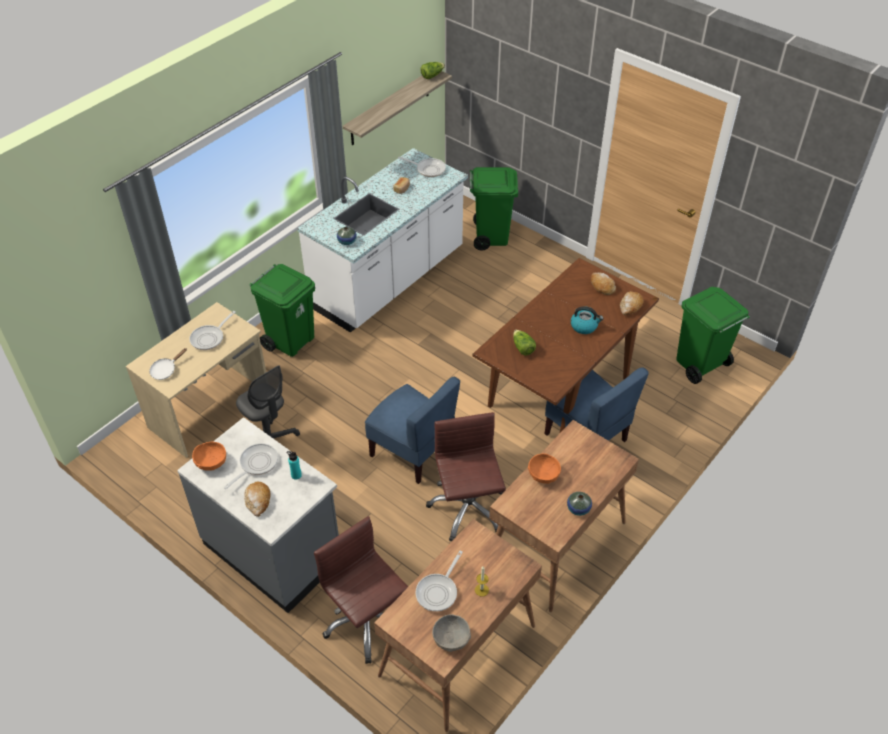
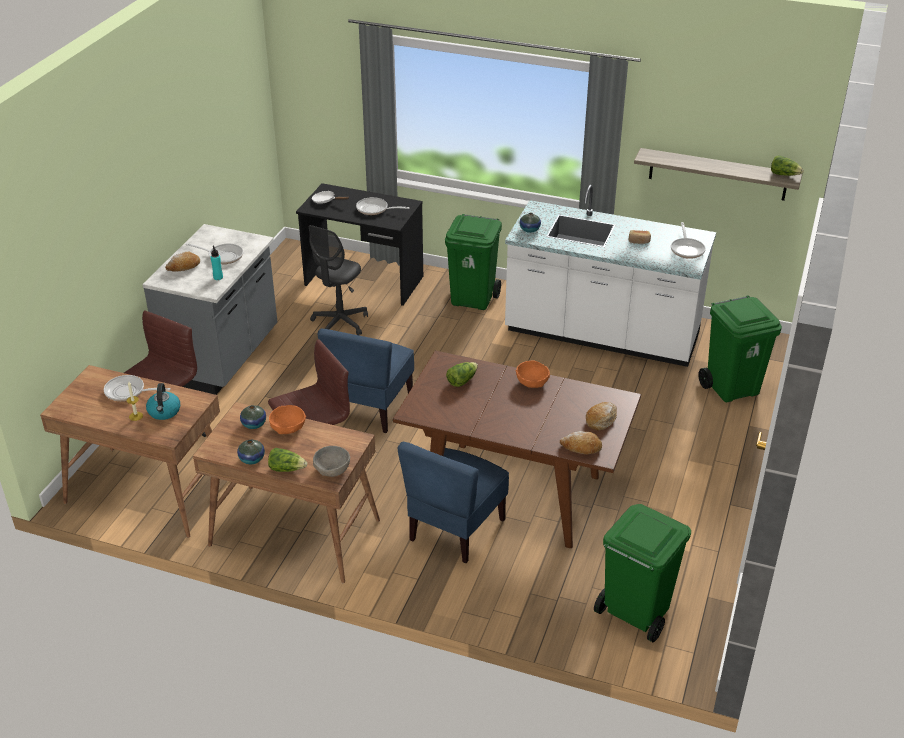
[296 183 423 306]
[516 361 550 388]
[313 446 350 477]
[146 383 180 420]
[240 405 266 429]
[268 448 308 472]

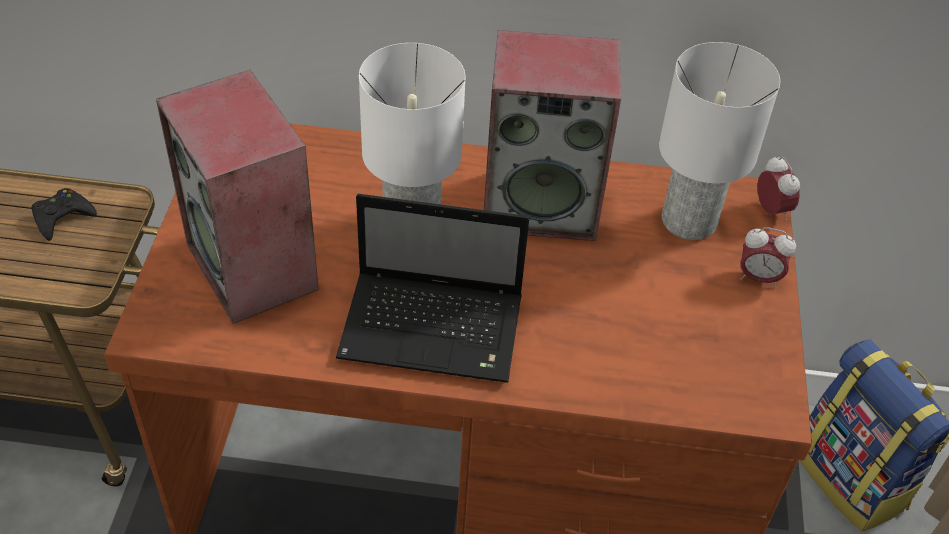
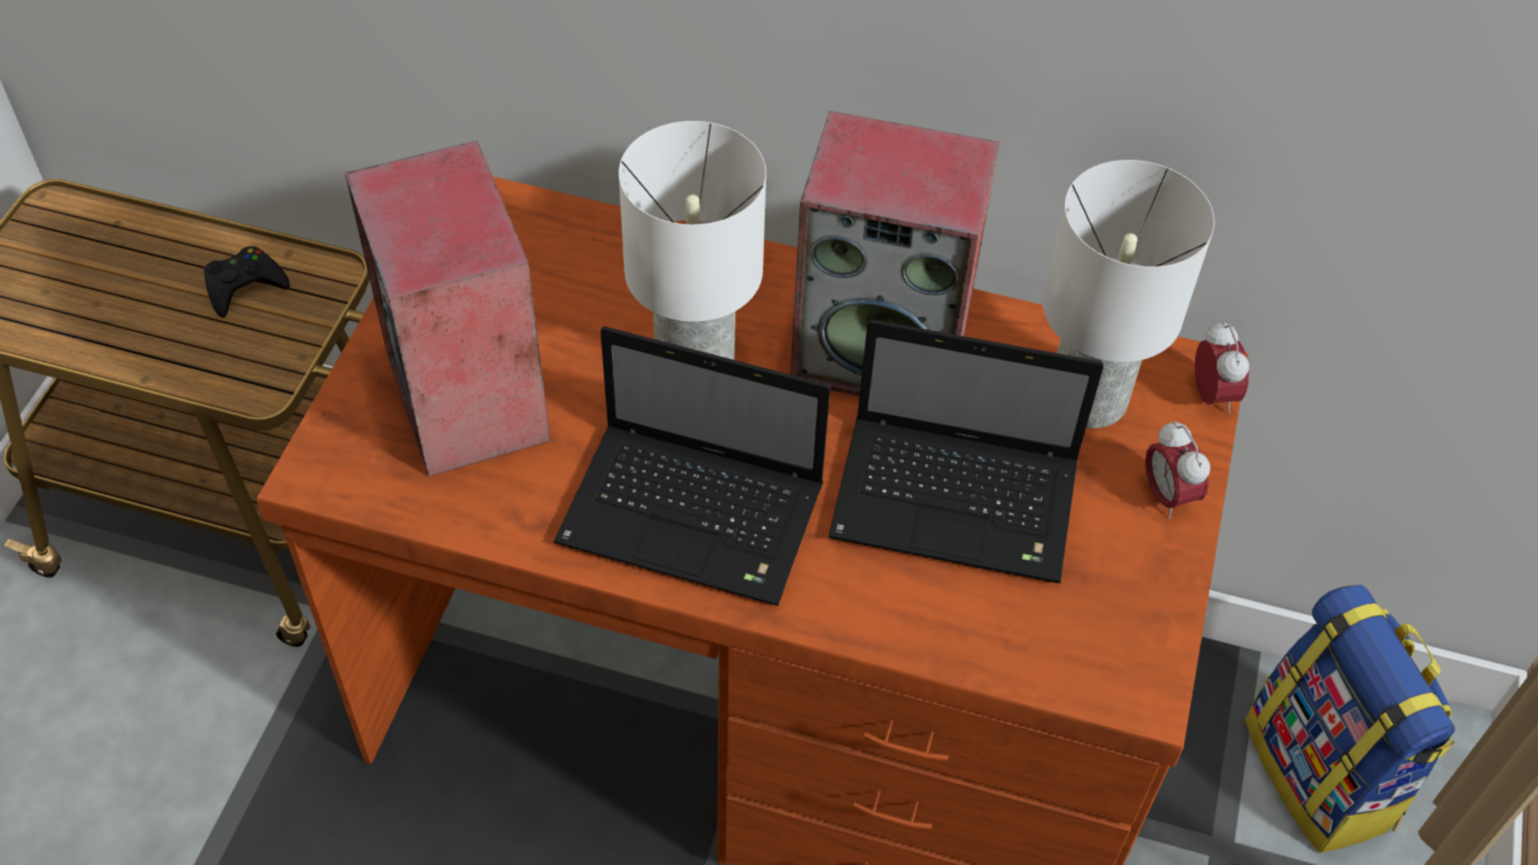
[1145 421 1210 519]
[828 319 1104 583]

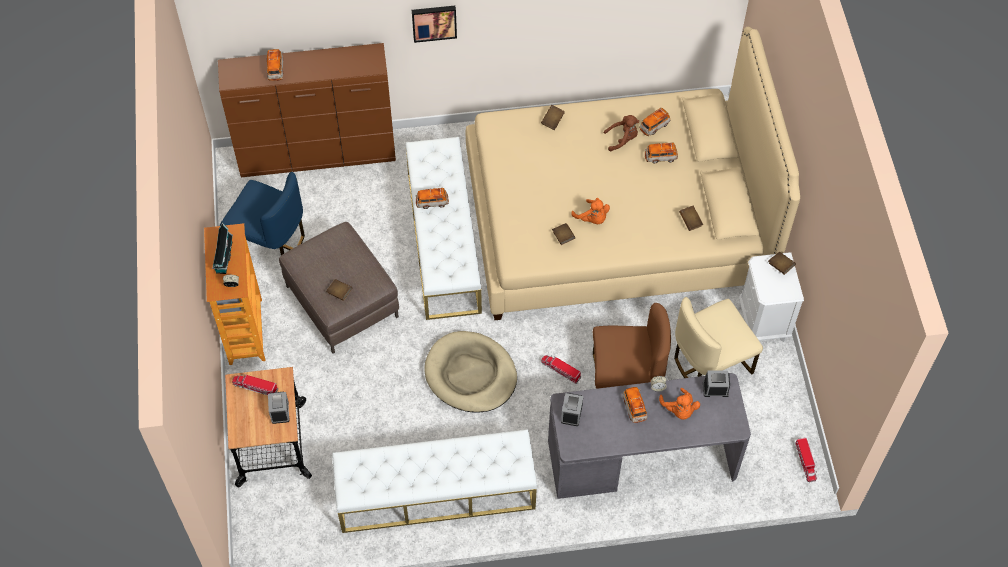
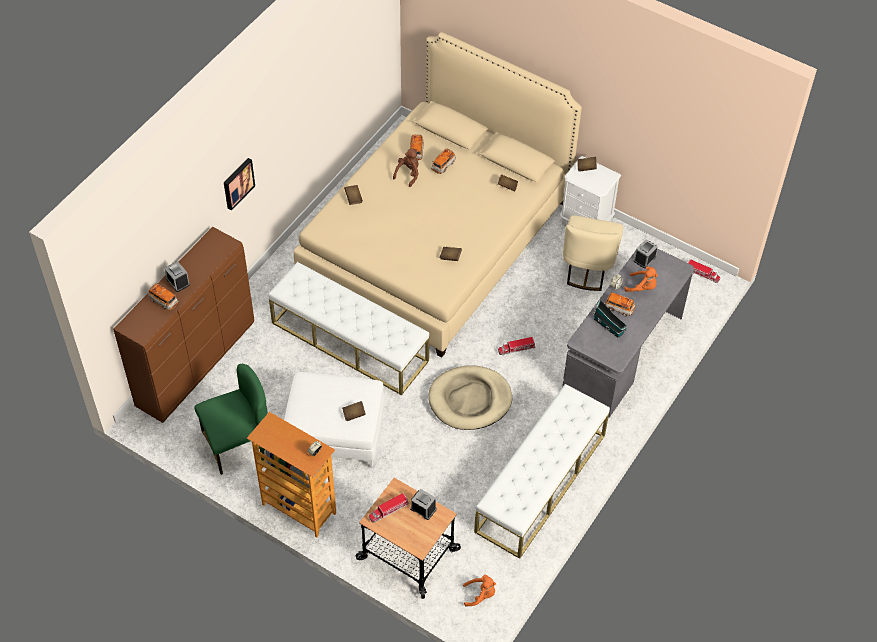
[593 299 627 338]
[194 364 268 475]
[284 372 384 468]
[416 188 449 209] (first image)
[164 261 190 292]
[463 575 496 607]
[593 303 671 389] (first image)

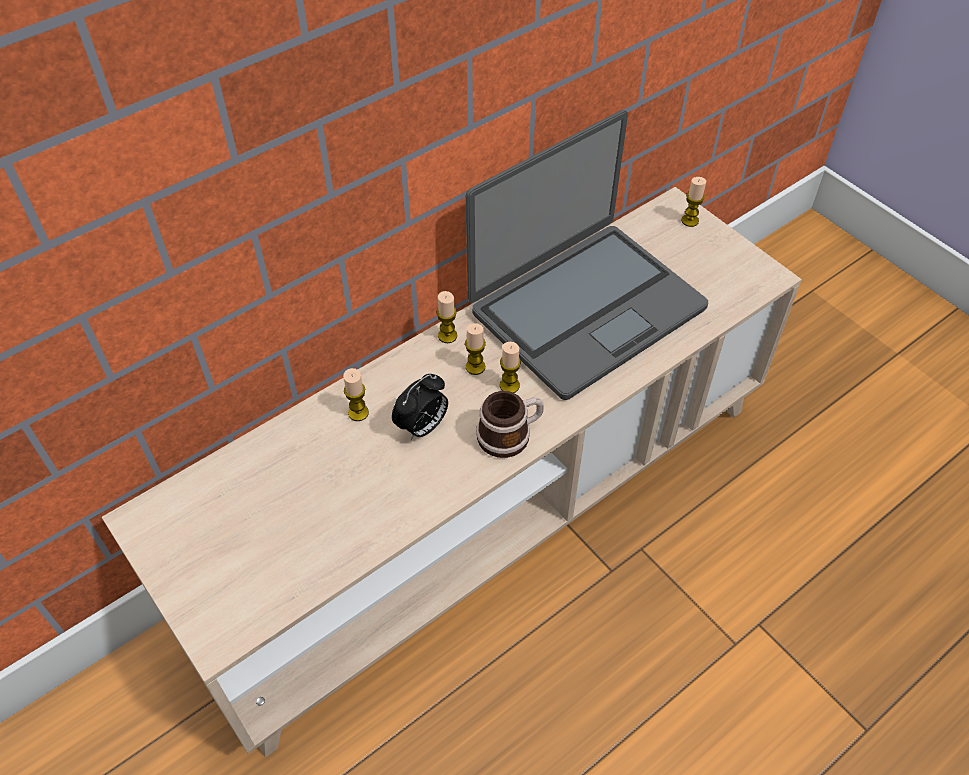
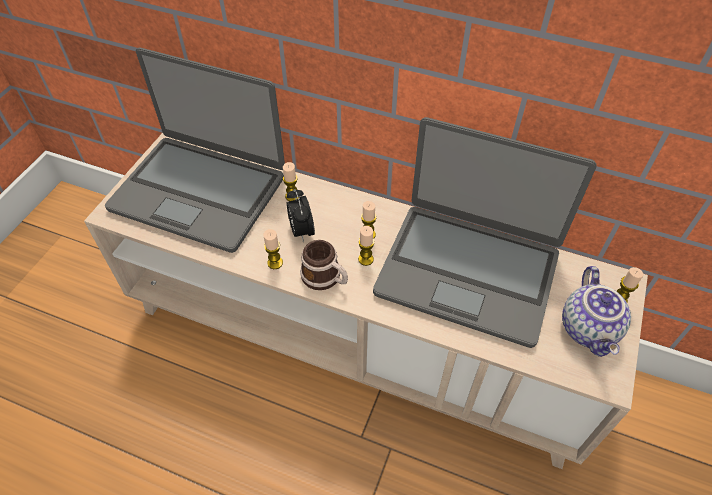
[286 189 315 242]
[264 229 283 269]
[105 48 285 253]
[562 266 631 357]

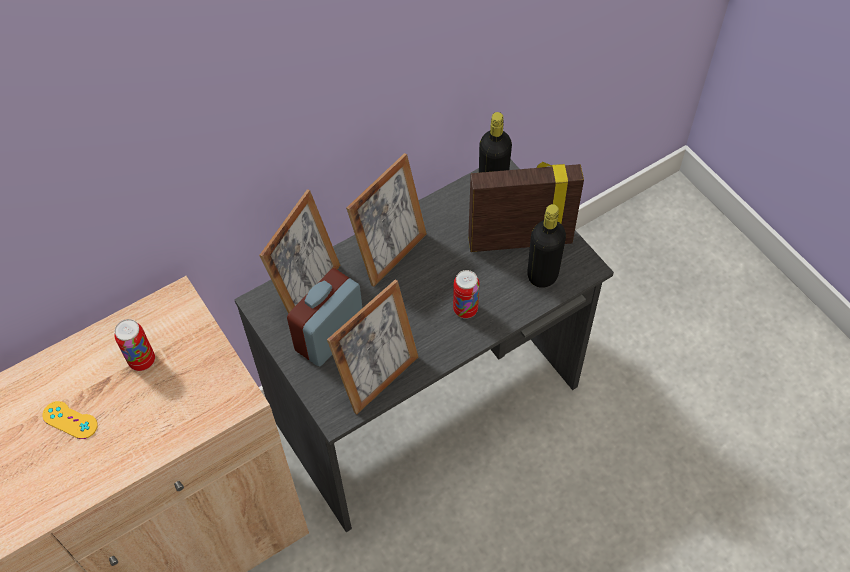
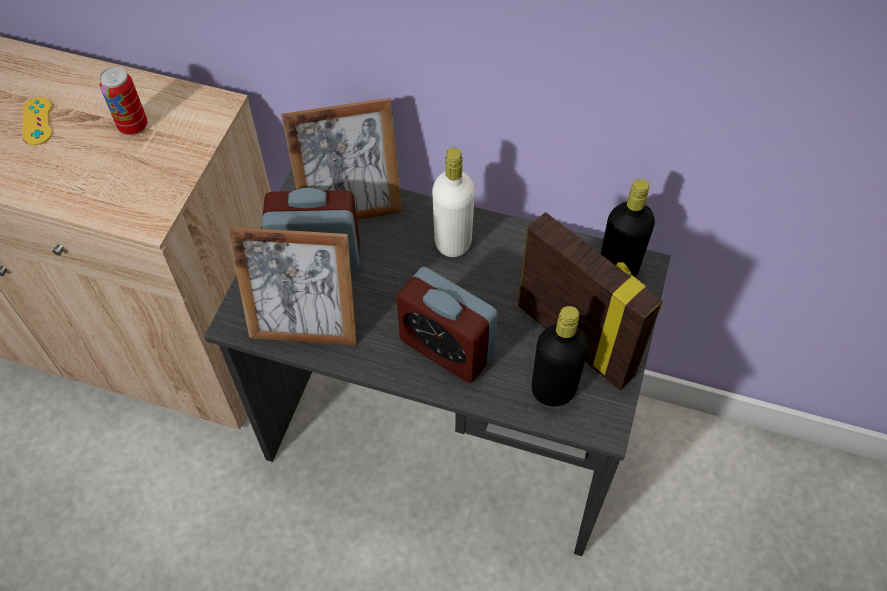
[432 148 475 257]
[396 266 498 383]

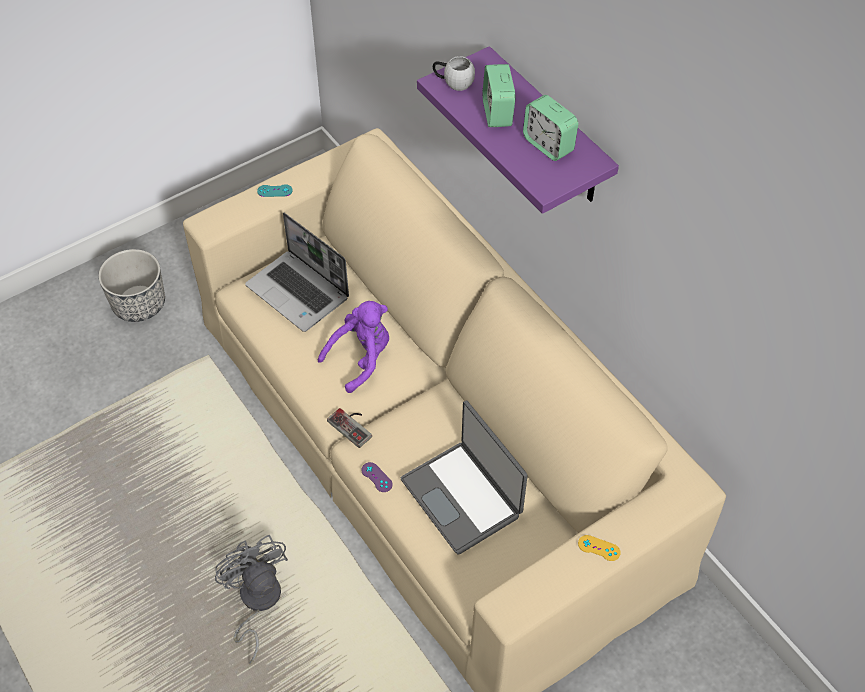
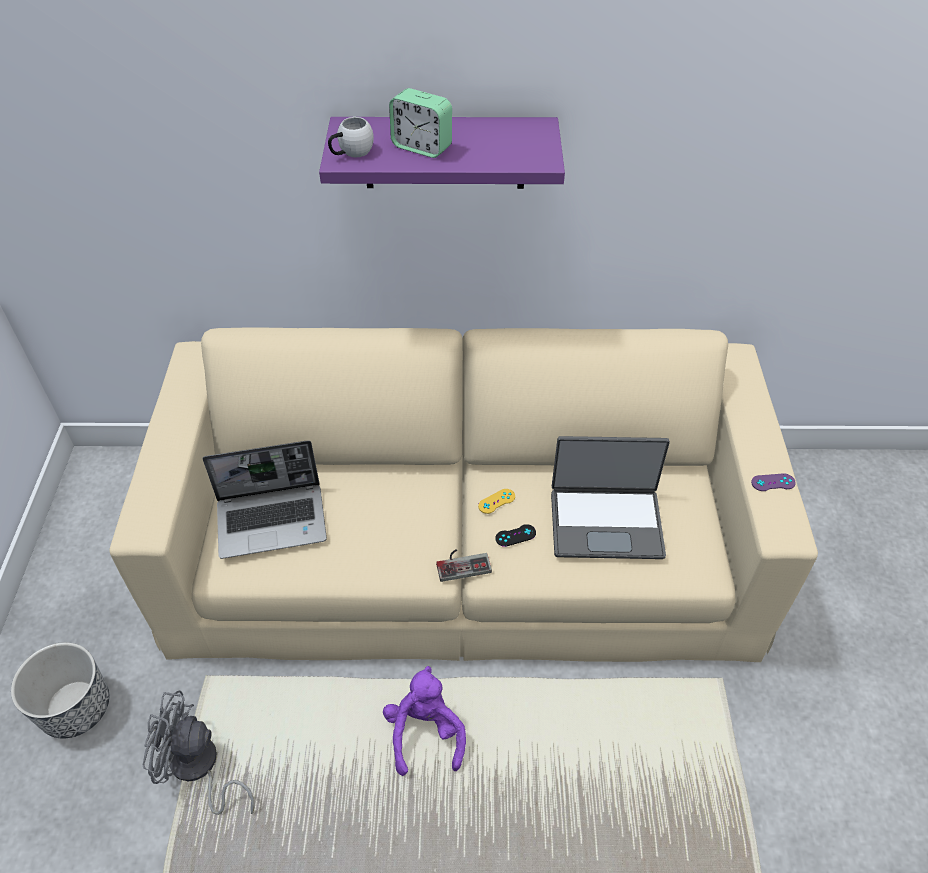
[143 690 255 815]
[257 184 293 197] (first image)
[383 666 466 776]
[751 473 796 491]
[523 95 578 161] (first image)
[478 489 515 514]
[495 524 536 547]

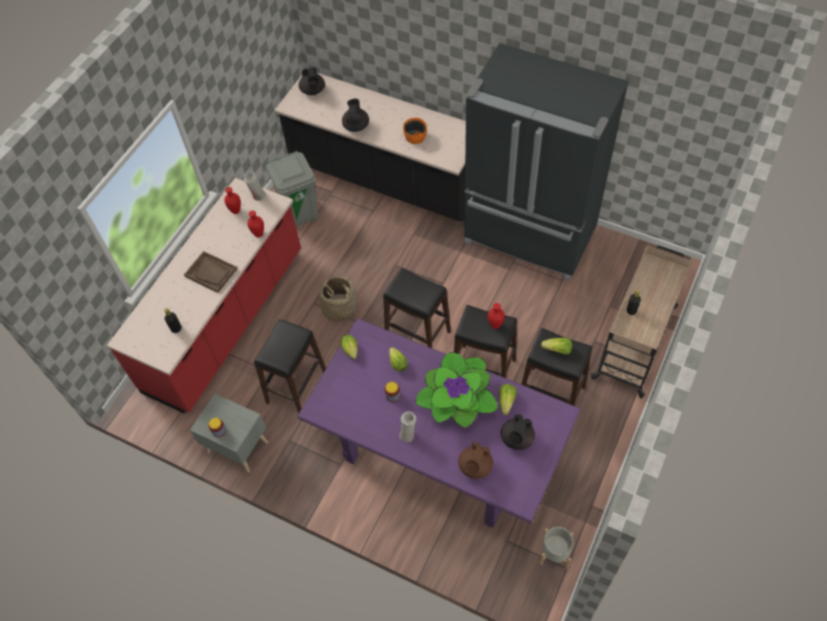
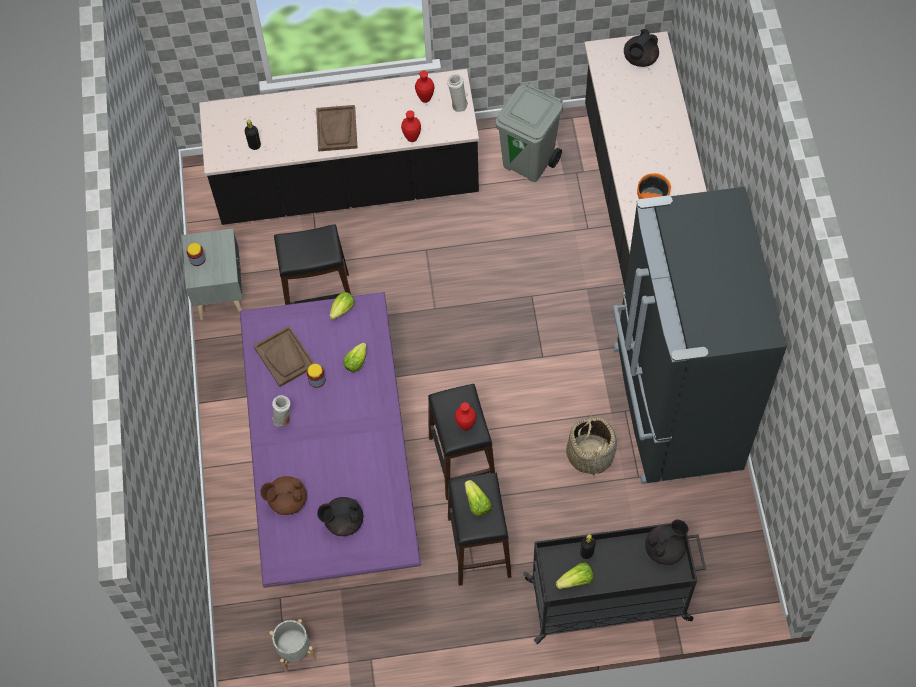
[199 69 479 225]
[566 413 617 478]
[645 519 689 565]
[383 268 451 348] (first image)
[415 352 498 428] (first image)
[556 562 593 589]
[523 521 706 644]
[253 326 315 387]

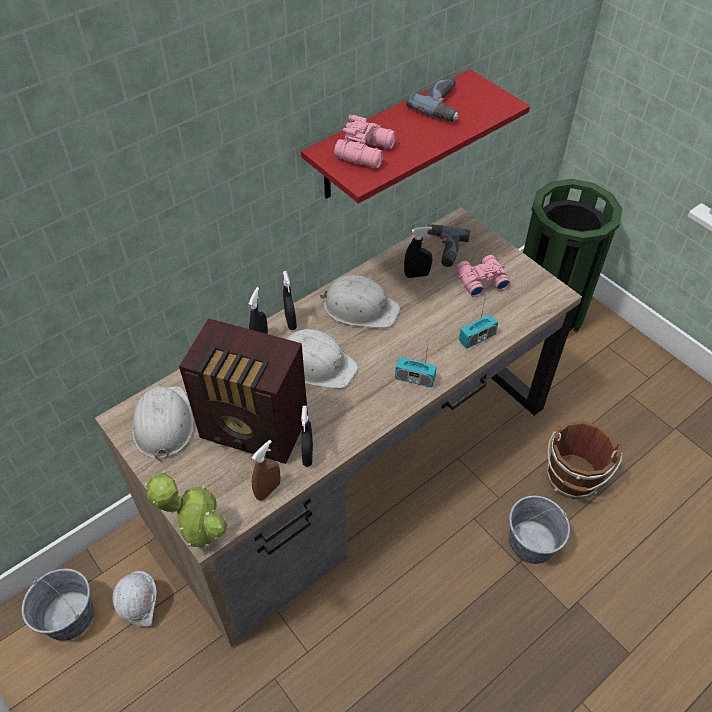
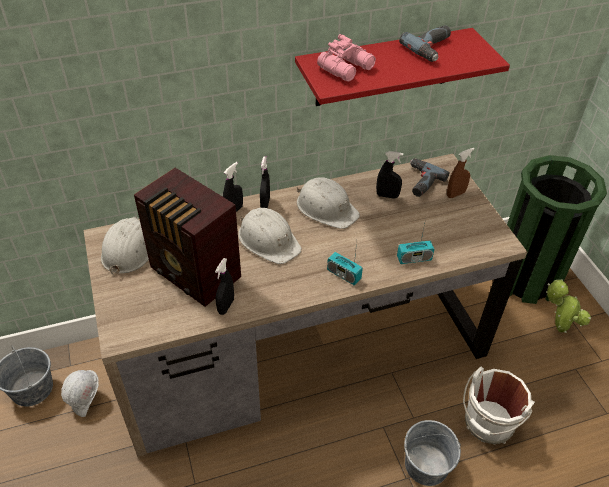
[546 279 591 333]
[447 148 475 198]
[456 255 510 297] (first image)
[463 367 535 444]

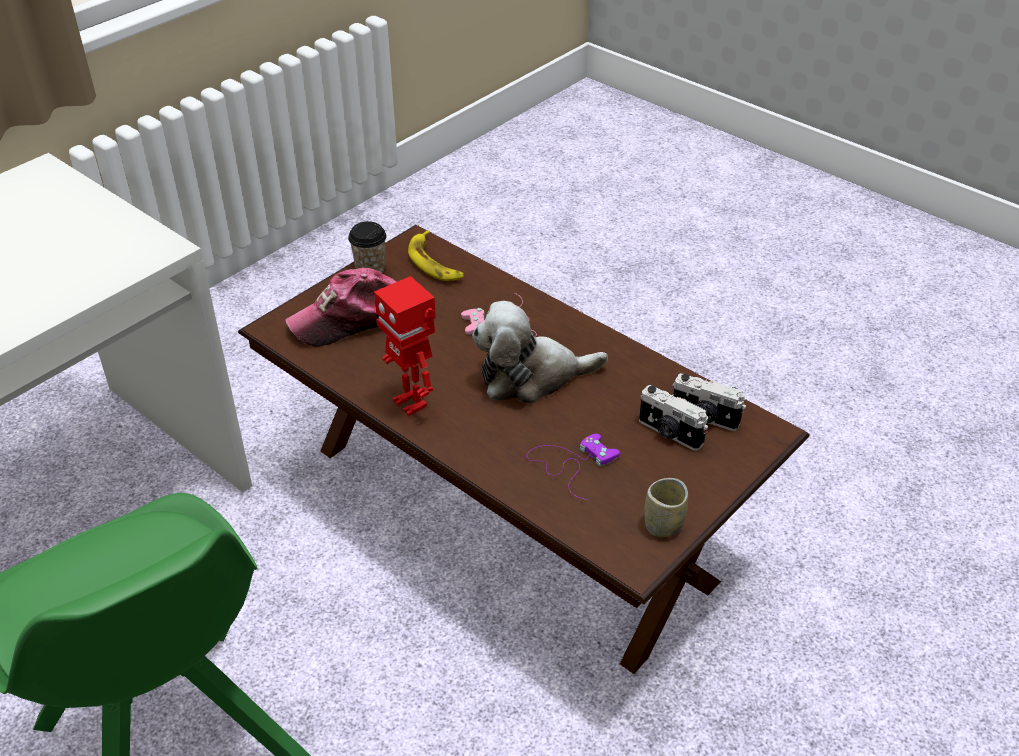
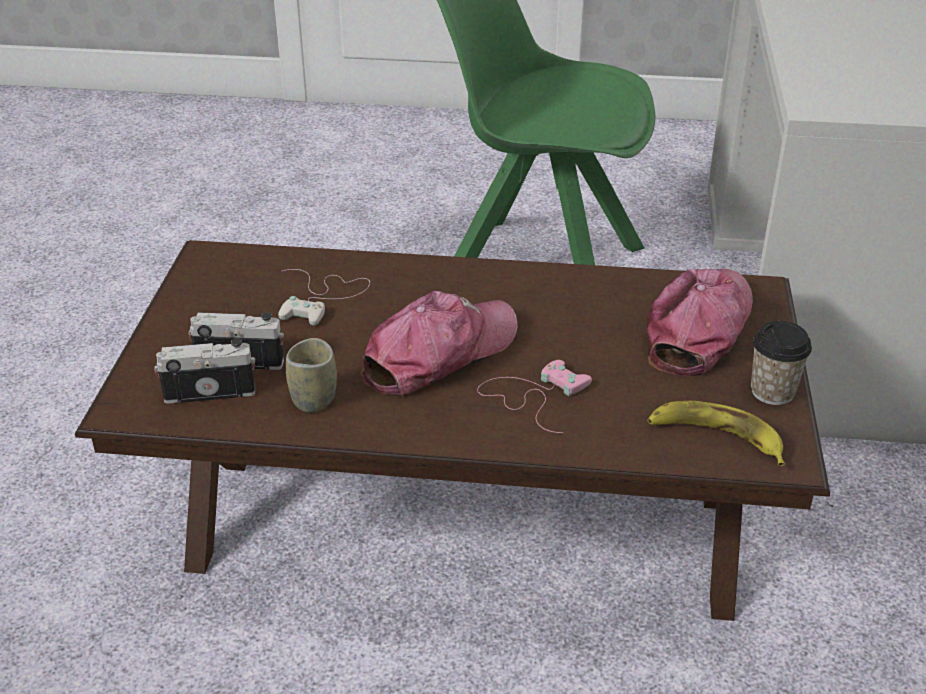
[374 276 436 417] (first image)
[360 291 517 396]
[278 269 370 325]
[286 338 337 413]

